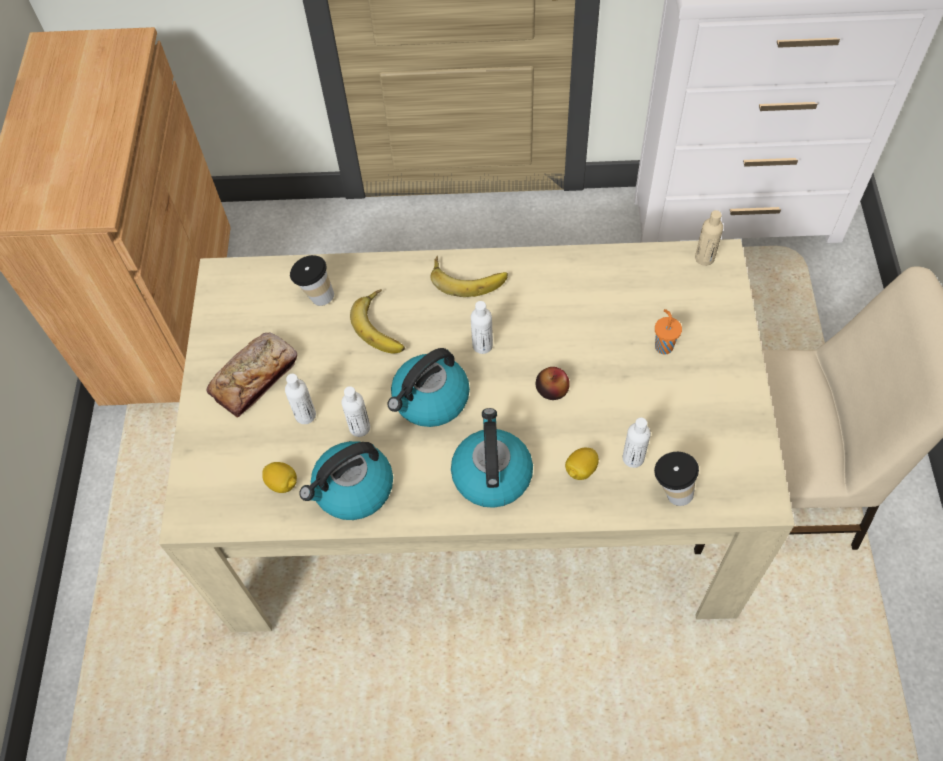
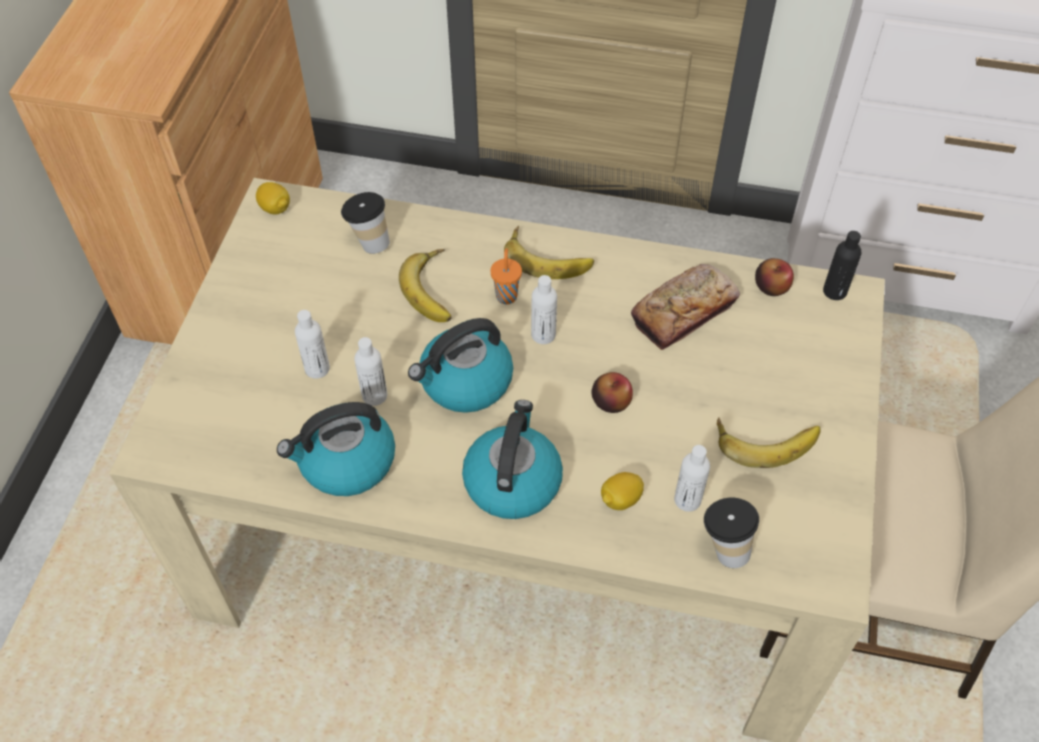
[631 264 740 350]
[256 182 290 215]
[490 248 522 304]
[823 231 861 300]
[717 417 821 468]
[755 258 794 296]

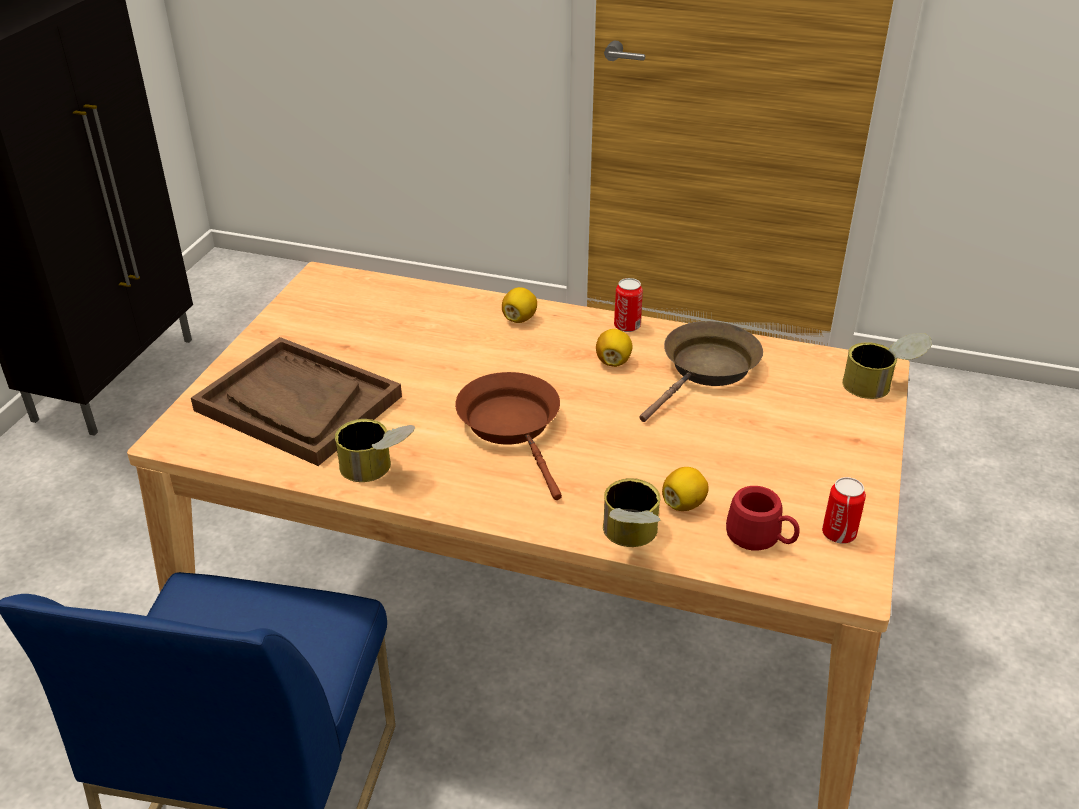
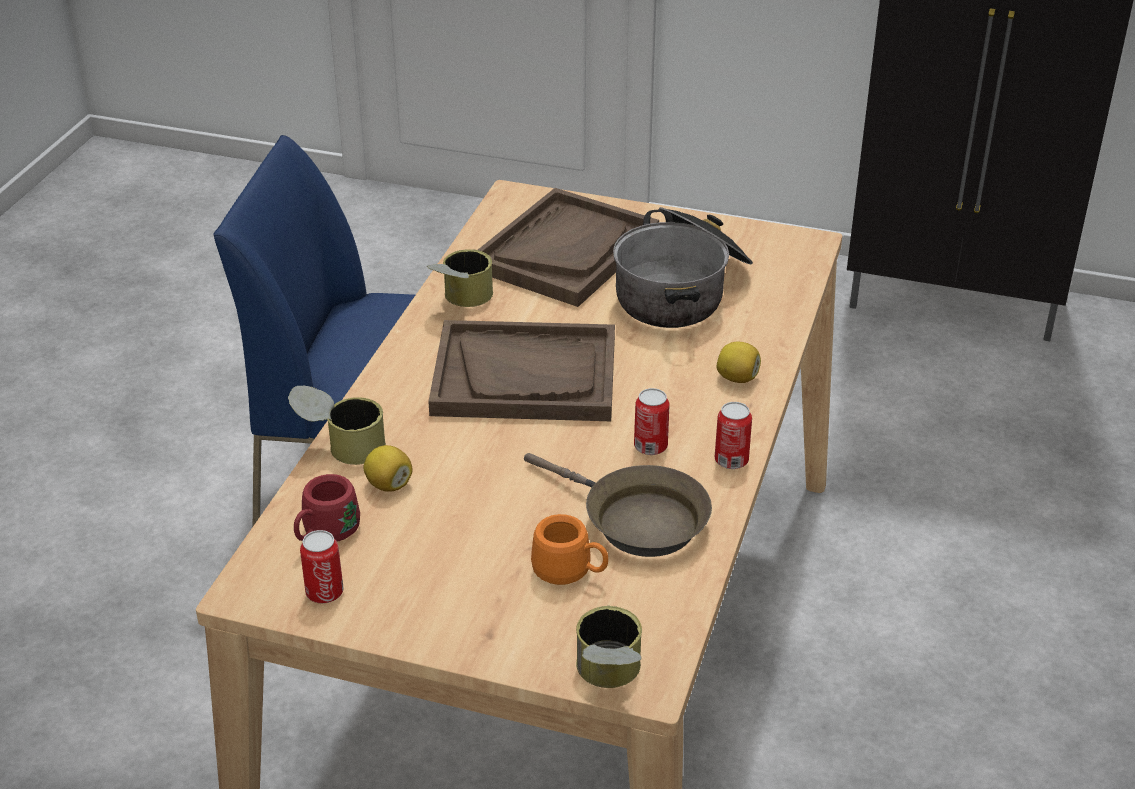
[428 320 615 421]
[634 388 669 455]
[531 514 608 585]
[613 207 753 328]

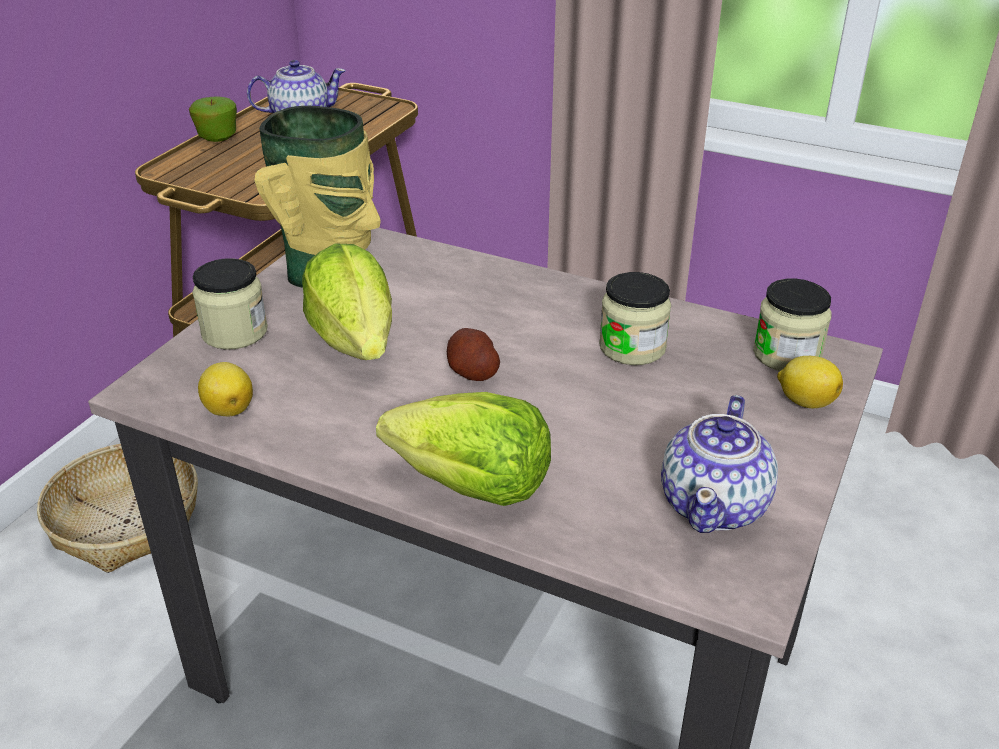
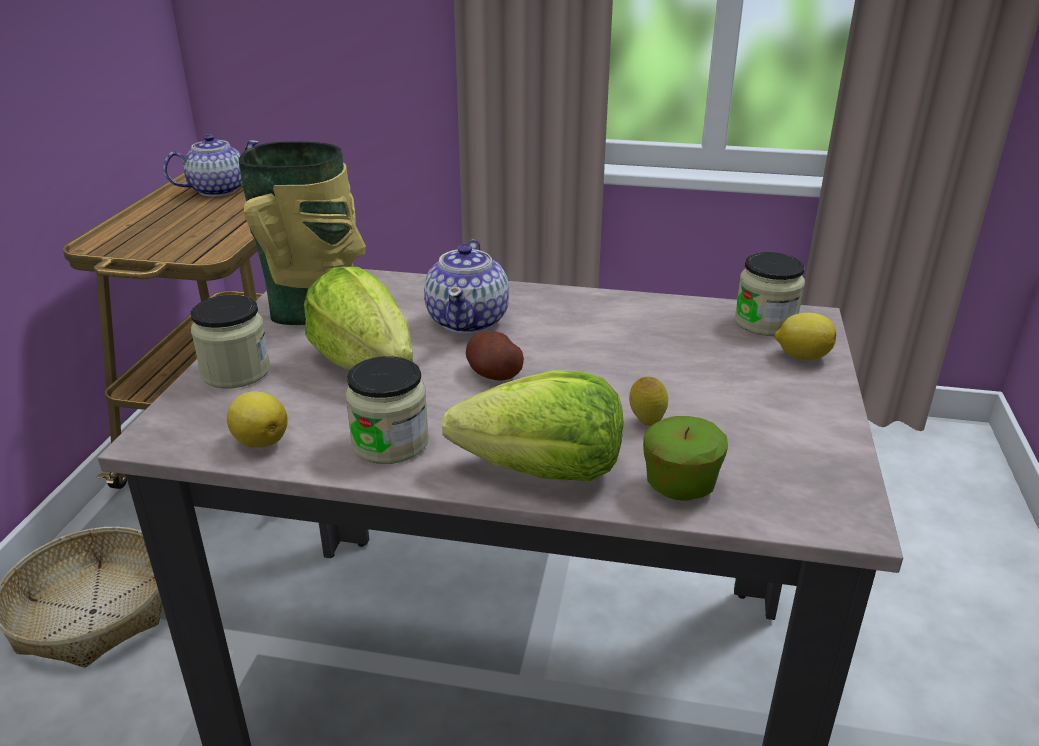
[643 416 728 501]
[345 356 429 464]
[424 240 509 334]
[629 377 668 426]

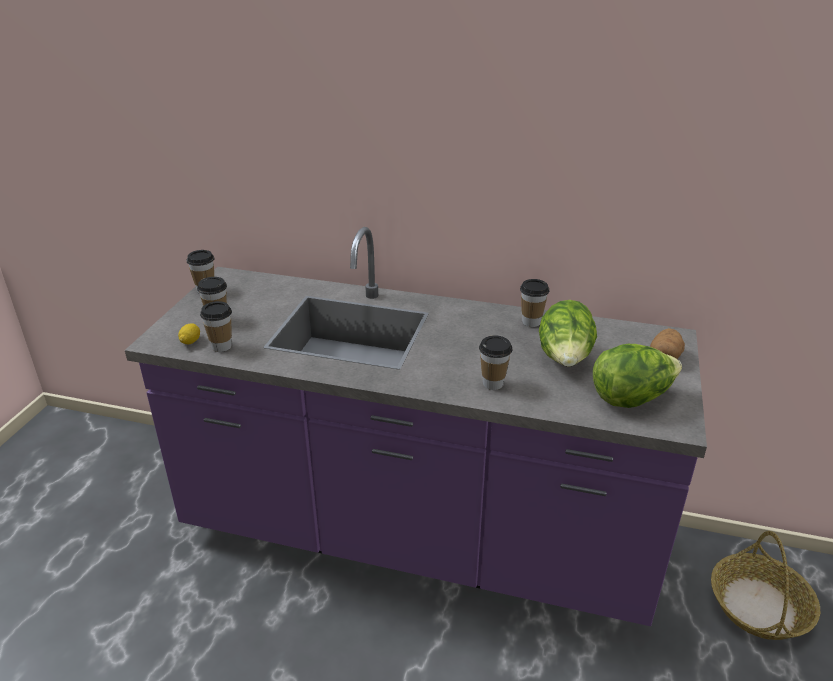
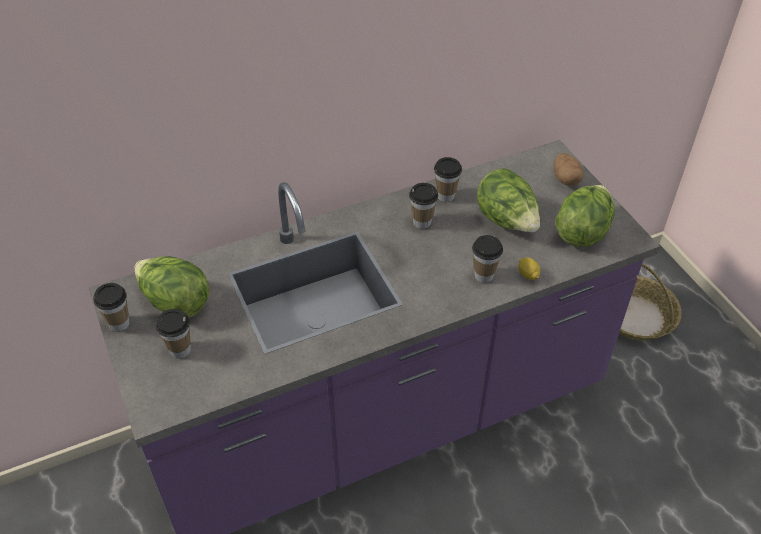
[518 257 541 280]
[409 183 438 229]
[134 256 209 317]

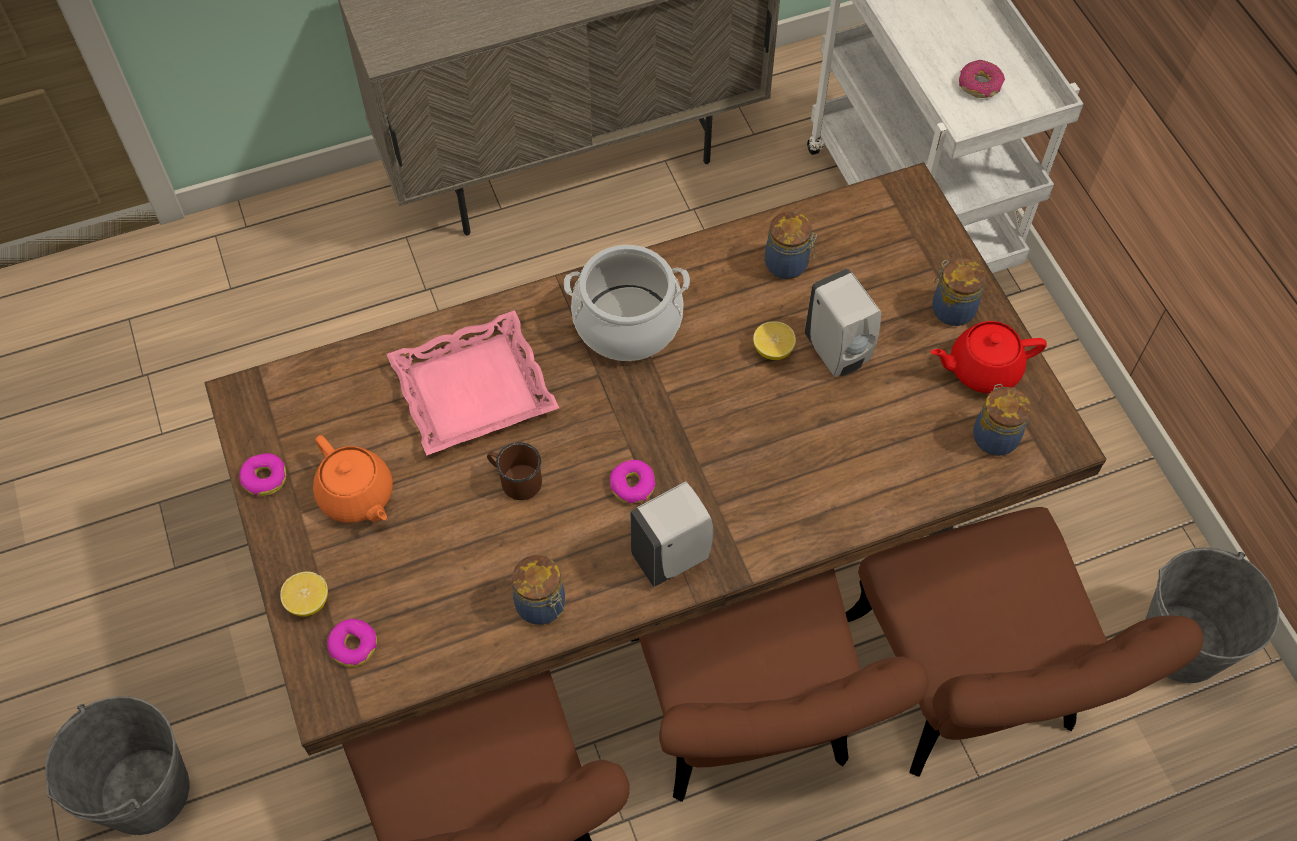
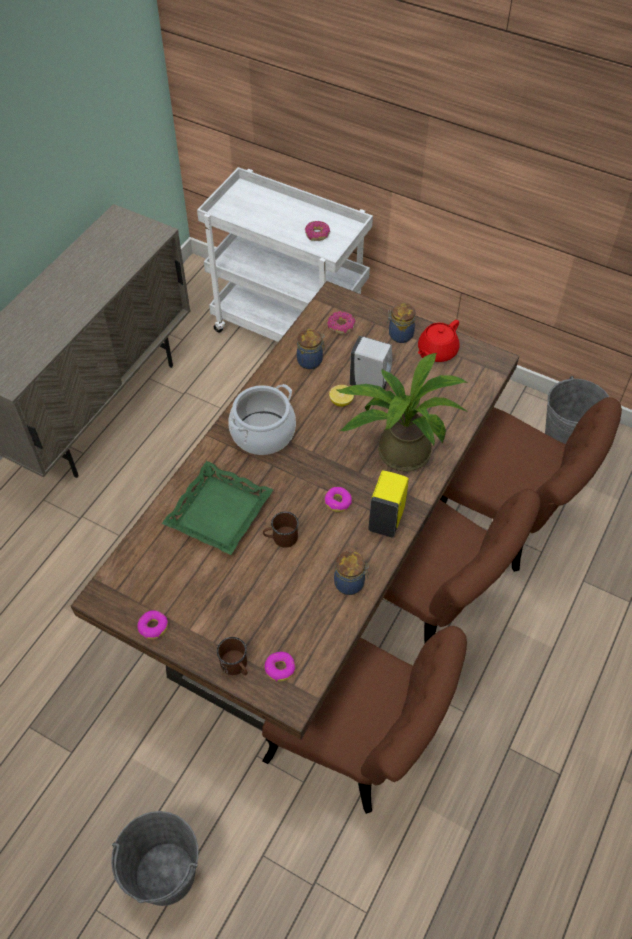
[217 637 248 675]
[313 435 393 523] (first image)
[162 461 273 555]
[368 470 409 537]
[973 384 1031 456] (first image)
[327 311 355 334]
[336 353 469 472]

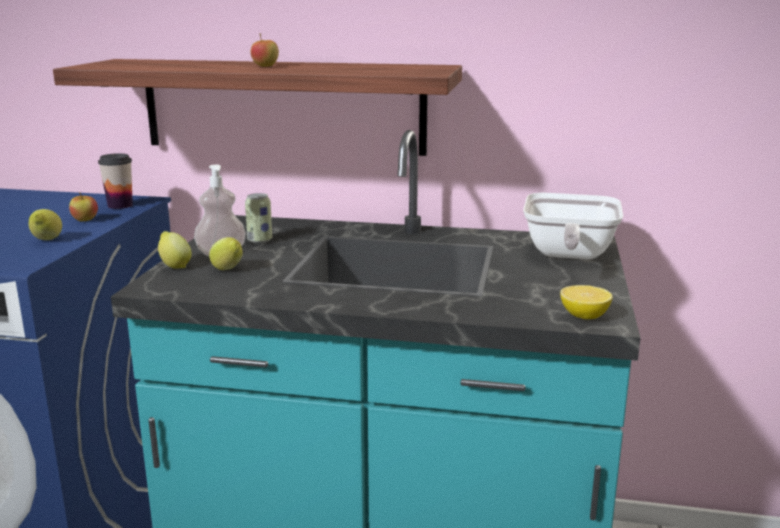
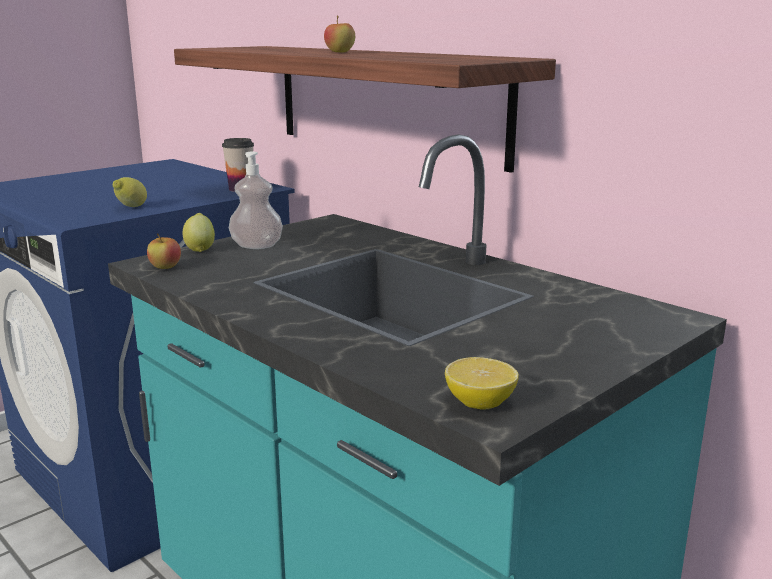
[147 233 181 269]
[209 237 242 270] (first image)
[245 193 272 243] (first image)
[523 193 623 259] (first image)

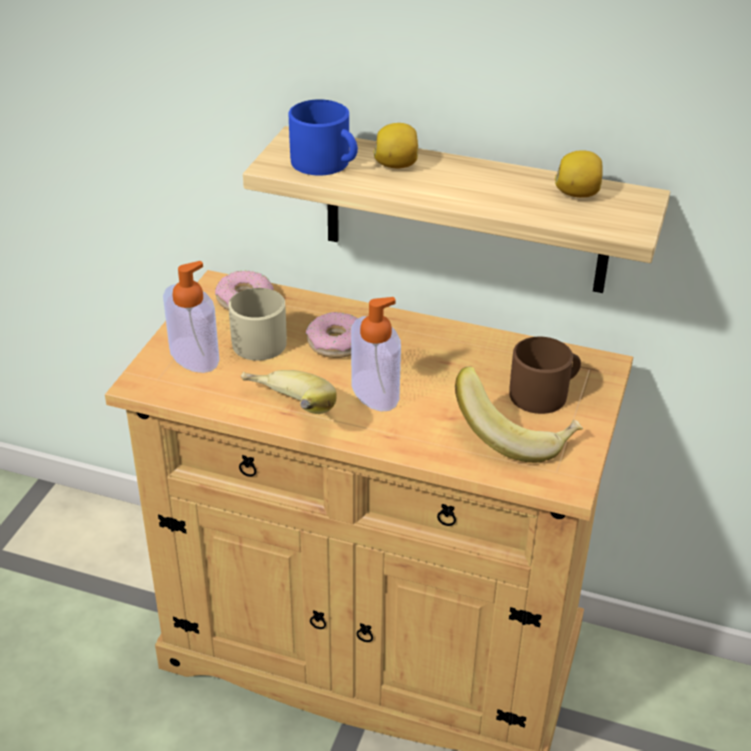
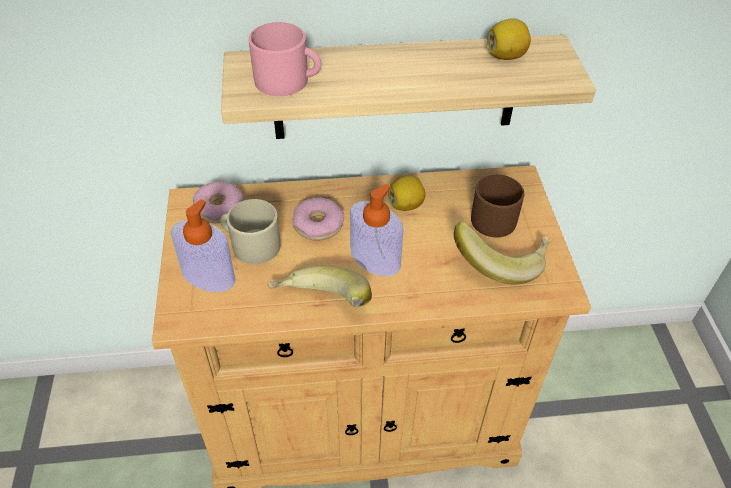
[248 22 322 96]
[388 175 426 211]

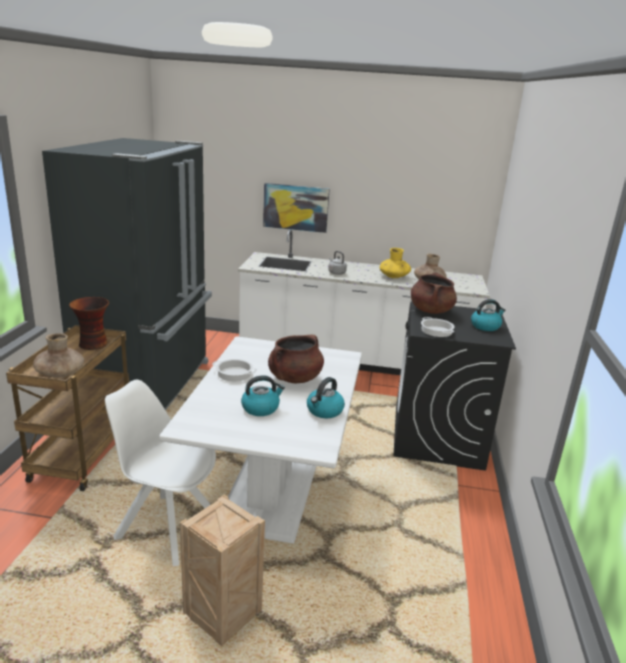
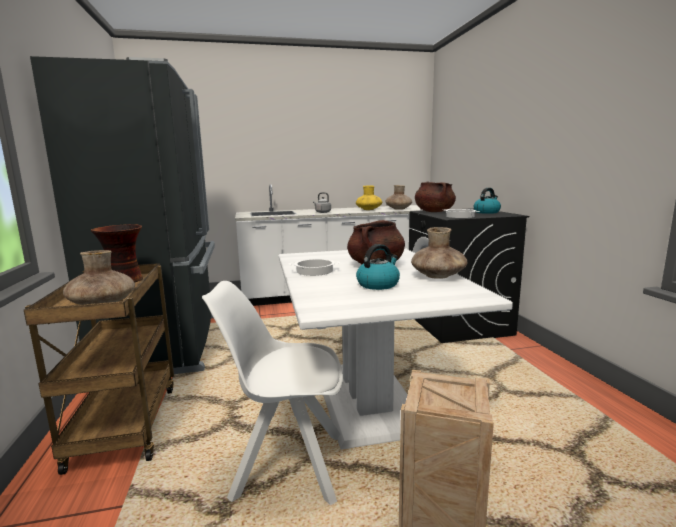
[263 183 330 233] (first image)
[411 227 468 279]

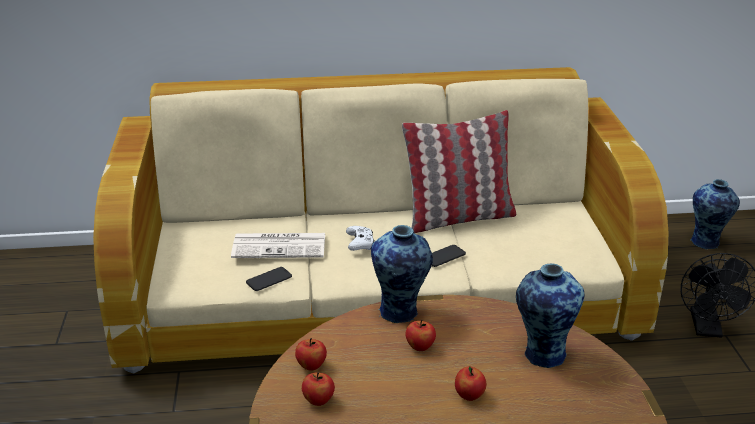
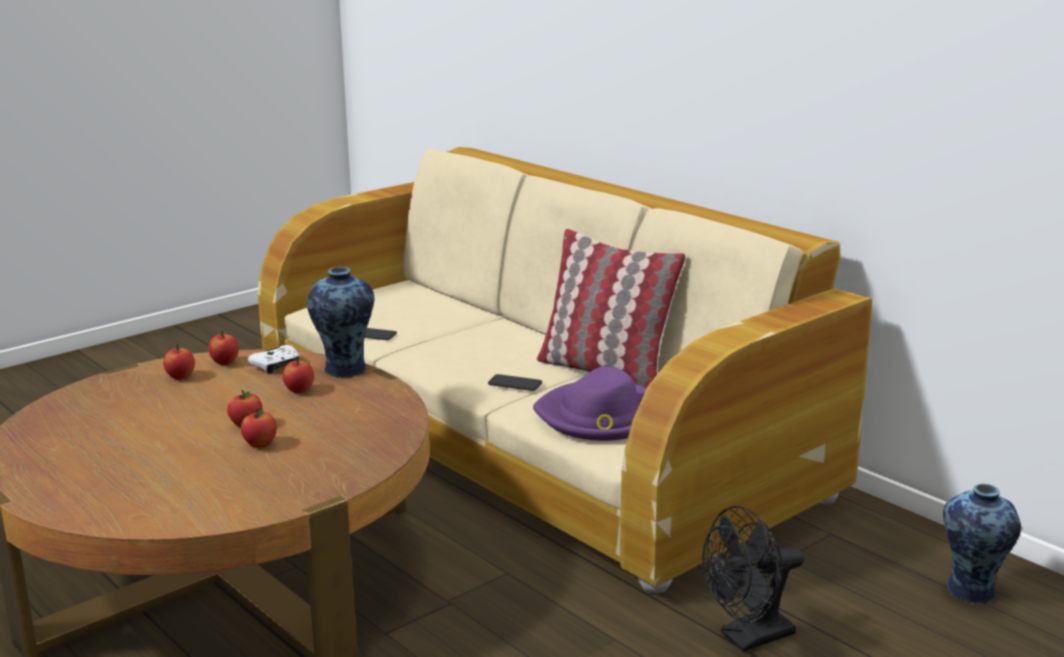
[231 233 325 258] (first image)
[248 345 299 374]
[516 263 585 368] (first image)
[241 408 277 448]
[533 367 647 441]

